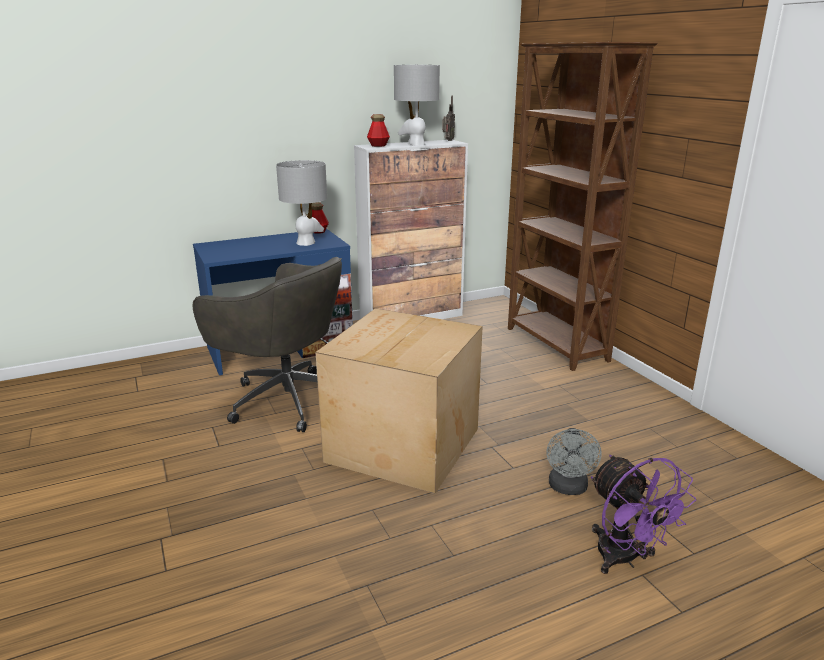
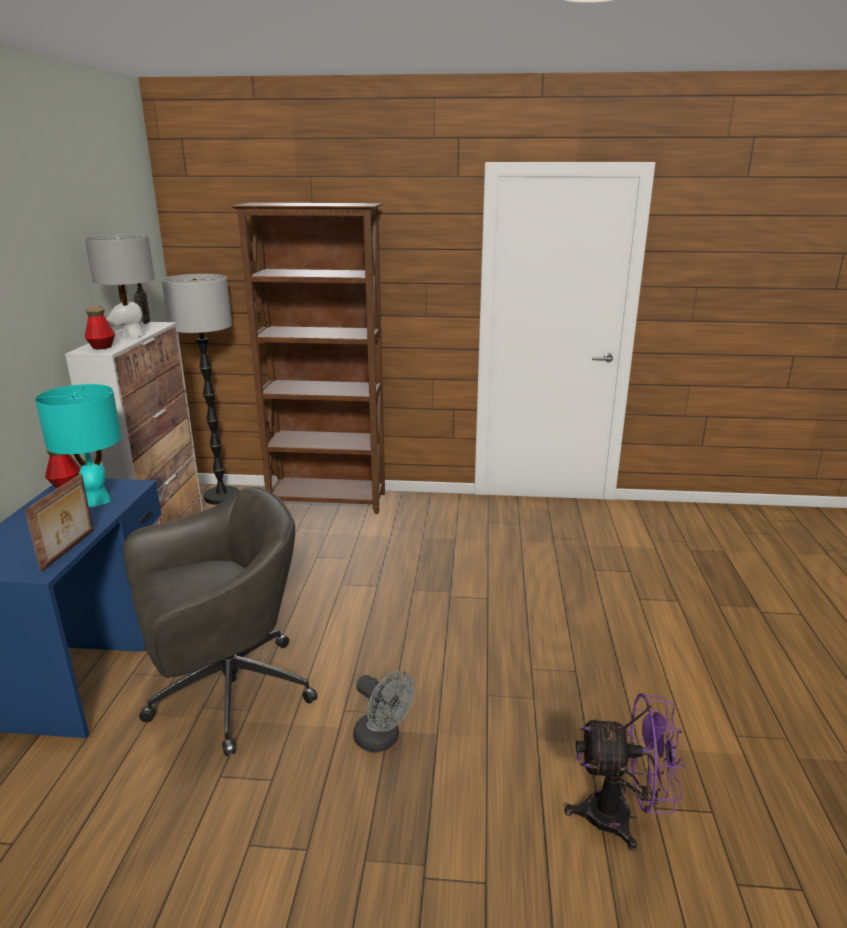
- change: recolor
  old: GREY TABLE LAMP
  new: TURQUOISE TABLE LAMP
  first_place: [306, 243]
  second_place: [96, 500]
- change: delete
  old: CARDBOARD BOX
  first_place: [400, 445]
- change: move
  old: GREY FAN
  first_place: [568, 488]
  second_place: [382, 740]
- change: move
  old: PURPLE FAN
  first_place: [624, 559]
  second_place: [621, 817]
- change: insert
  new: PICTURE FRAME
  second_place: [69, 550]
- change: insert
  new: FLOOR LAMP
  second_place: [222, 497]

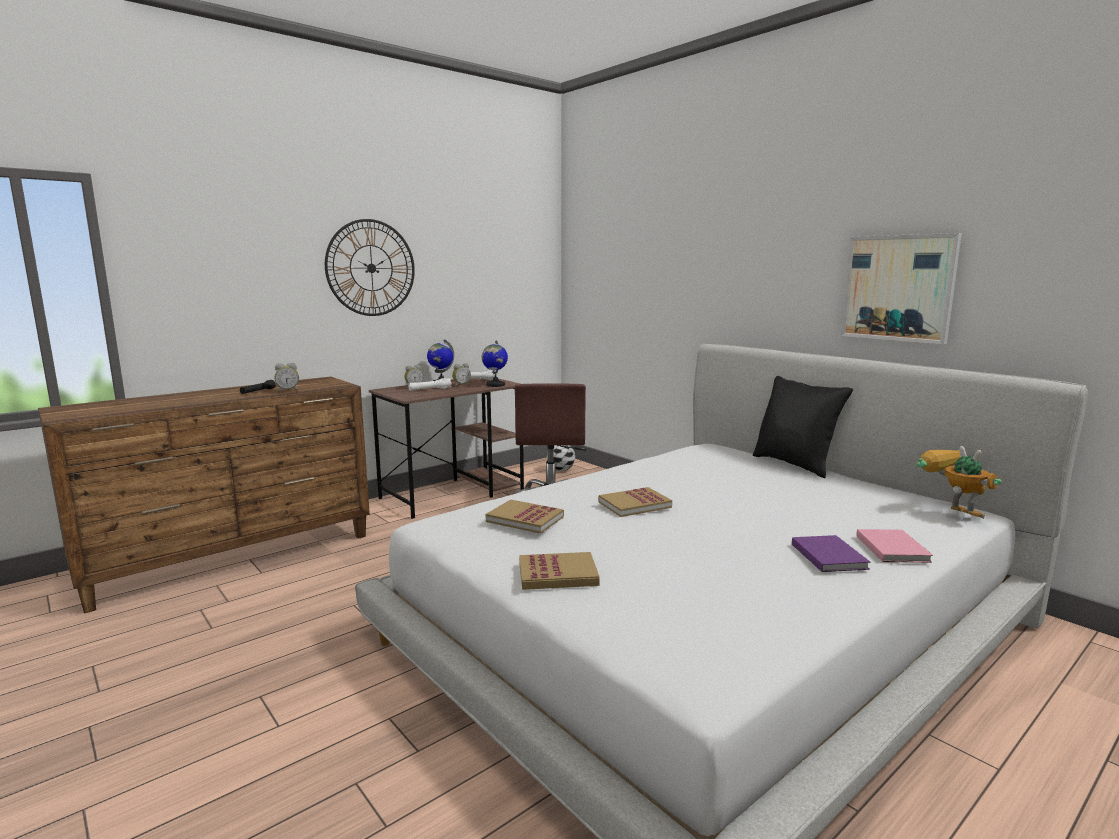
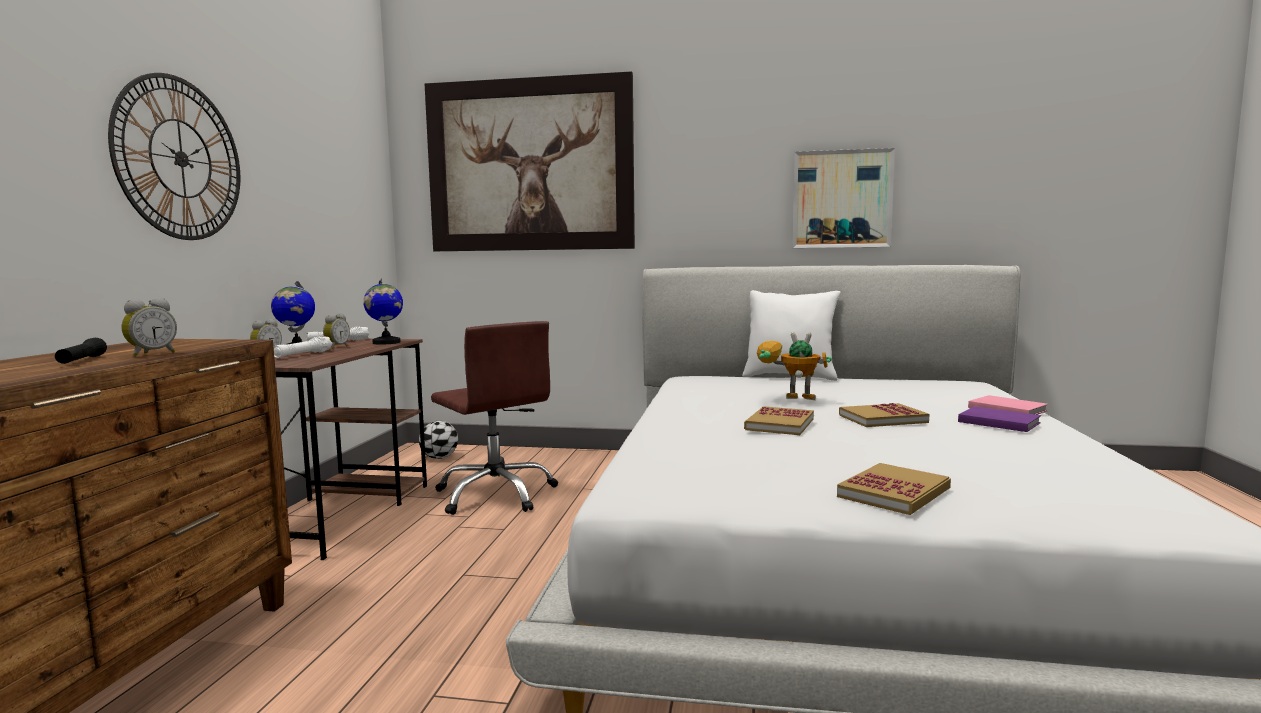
- change: move
  old: BOOK
  first_place: [525, 519]
  second_place: [882, 419]
- change: recolor
  old: BLACK PILLOW
  new: WHITE PILLOW
  first_place: [795, 464]
  second_place: [789, 377]
- change: move
  old: TOY ROBOT
  first_place: [949, 513]
  second_place: [787, 401]
- change: insert
  new: PICTURE
  second_place: [530, 166]

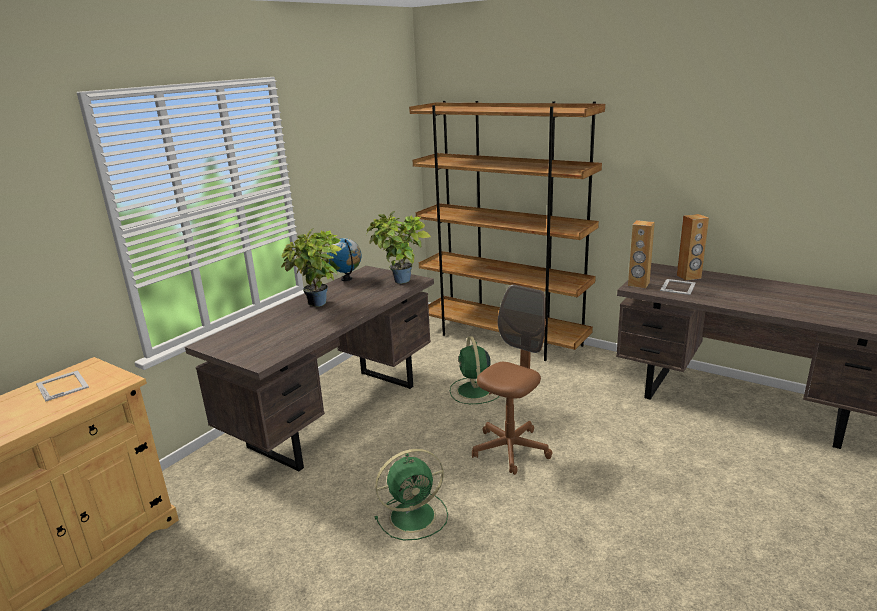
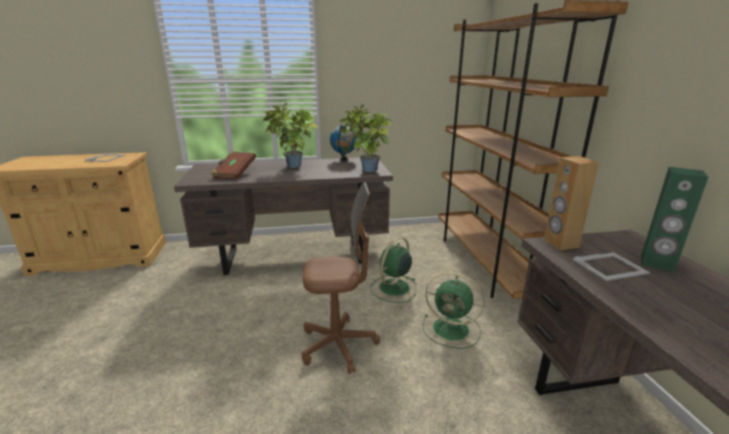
- change: move
  old: GREEN FAN
  first_place: [414, 515]
  second_place: [452, 329]
- change: recolor
  old: BROWN SPEAKER
  new: GREEN SPEAKER
  first_place: [689, 277]
  second_place: [657, 263]
- change: insert
  new: BROWN BOOK
  second_place: [234, 173]

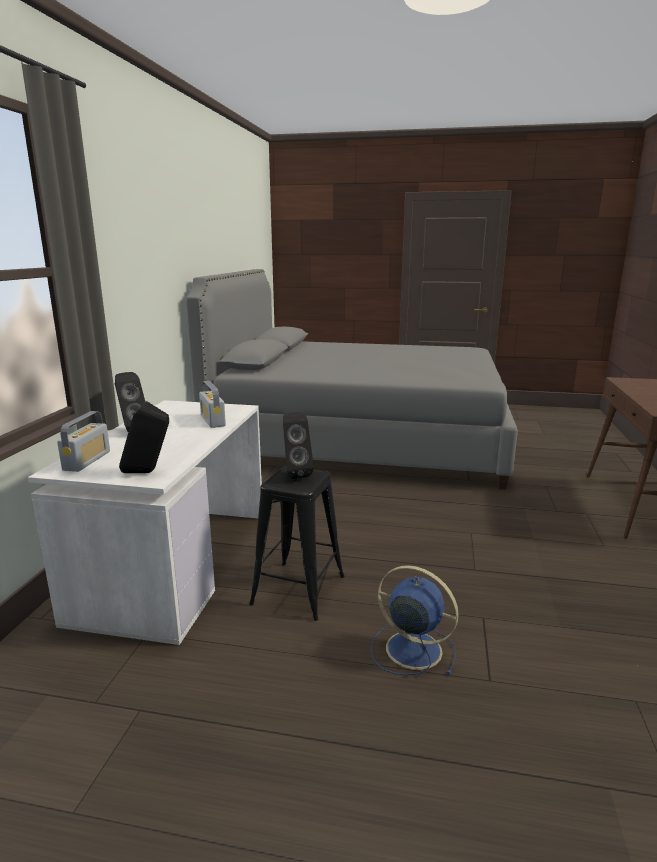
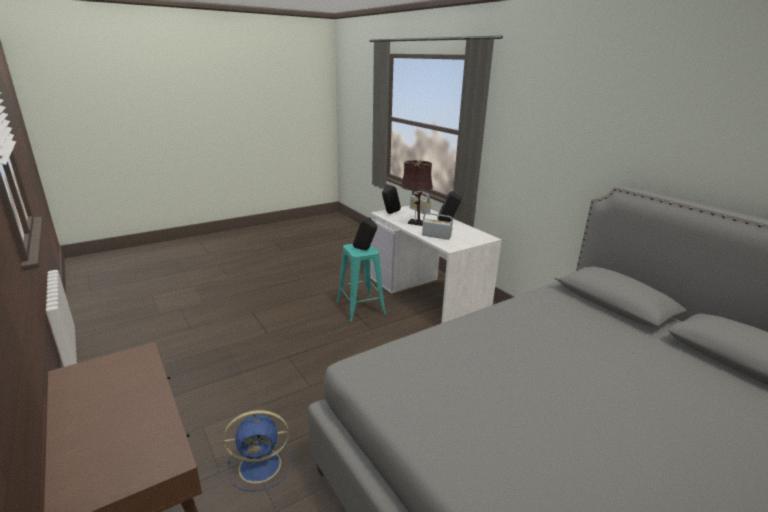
- change: recolor
  old: BLACK STOOL
  new: TURQUOISE STOOL
  first_place: [298, 590]
  second_place: [360, 307]
- change: move
  old: BLUE FAN
  first_place: [411, 649]
  second_place: [262, 465]
- change: insert
  new: BROWN TABLE LAMP
  second_place: [415, 223]

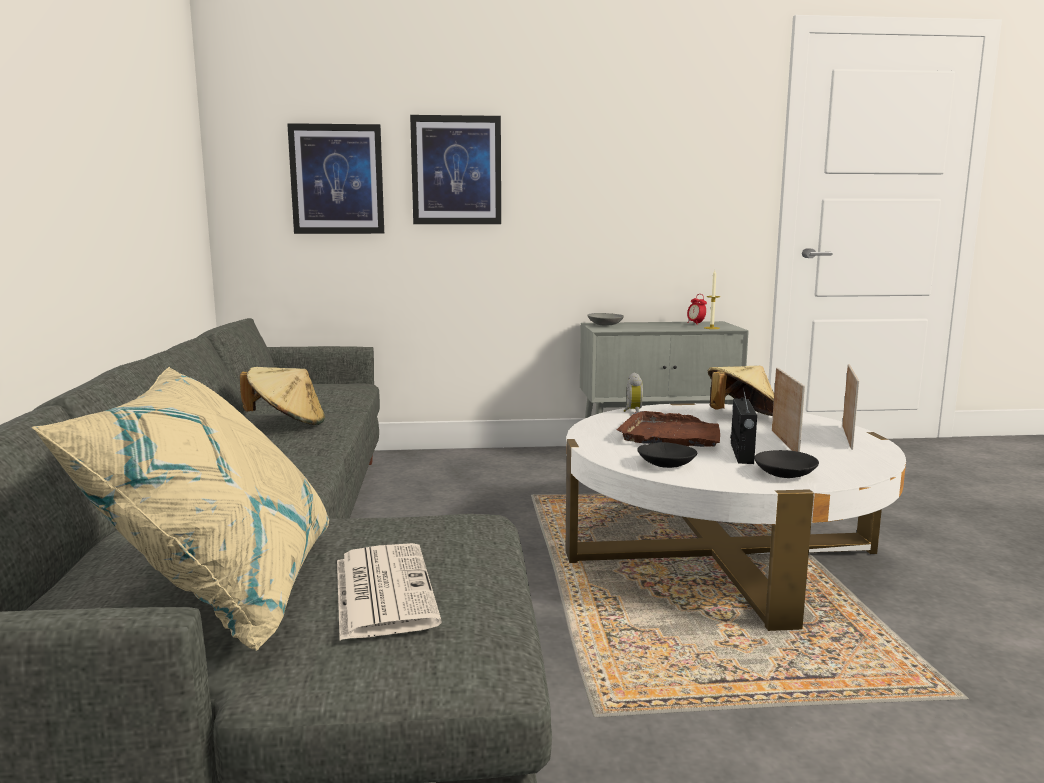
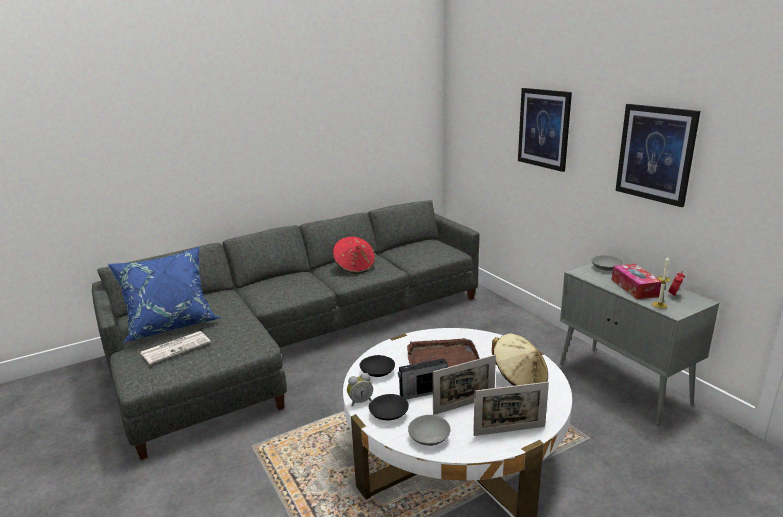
- change: recolor
  old: BEIGE PILLOW
  new: BLUE PILLOW
  first_place: [222, 592]
  second_place: [171, 324]
- change: recolor
  old: BEIGE HAT
  new: RED HAT
  first_place: [287, 423]
  second_place: [354, 267]
- change: move
  old: PICTURE
  first_place: [337, 179]
  second_place: [655, 153]
- change: move
  old: ALARM CLOCK
  first_place: [632, 412]
  second_place: [360, 401]
- change: insert
  new: GREY BOWL
  second_place: [429, 437]
- change: insert
  new: TISSUE BOX
  second_place: [634, 288]

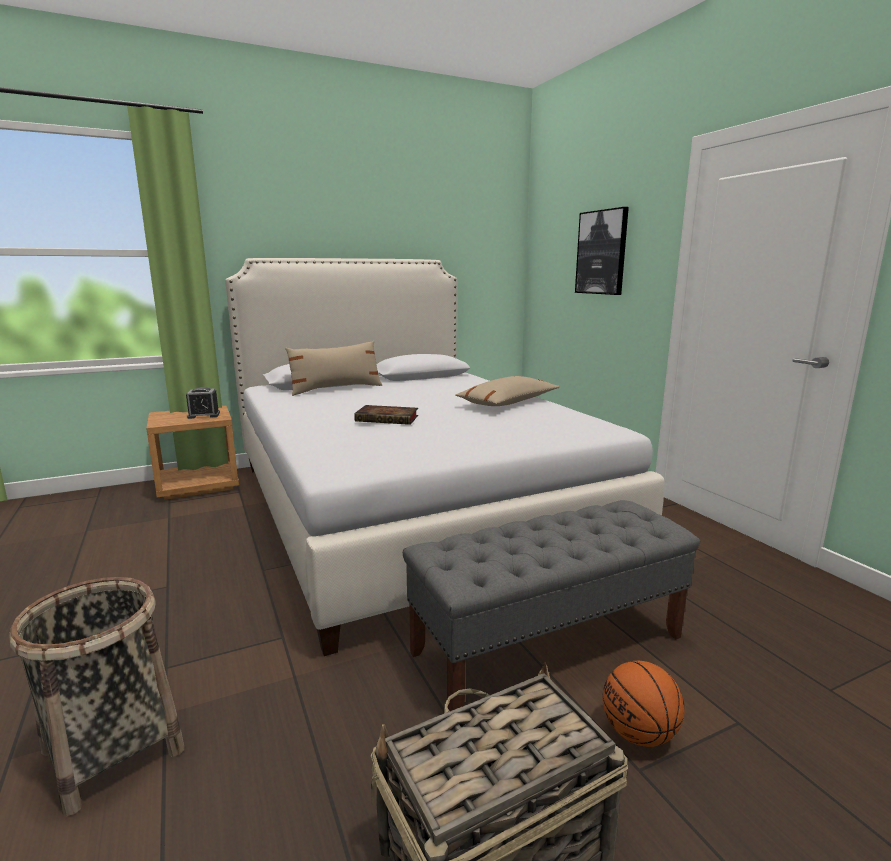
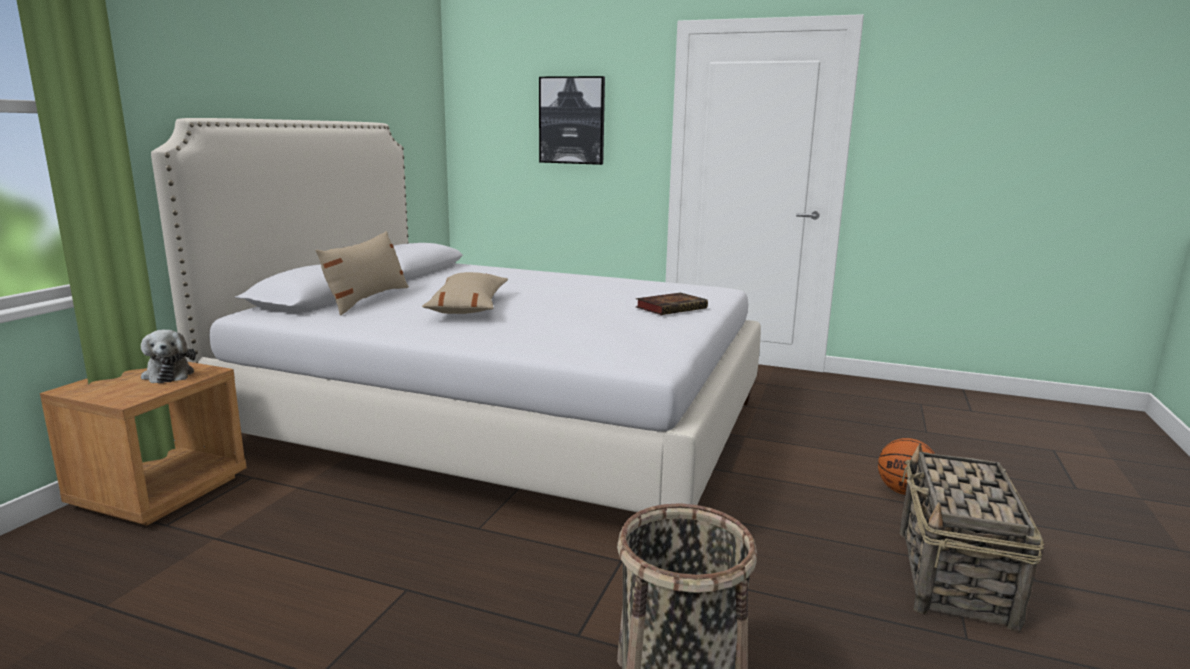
- change: replace
  old: ALARM CLOCK
  new: PLUSH TOY
  first_place: [204, 415]
  second_place: [168, 374]
- change: move
  old: BOOK
  first_place: [389, 419]
  second_place: [672, 308]
- change: delete
  old: GREY BENCH
  first_place: [548, 644]
- change: move
  old: BEIGE PILLOW
  first_place: [508, 403]
  second_place: [468, 307]

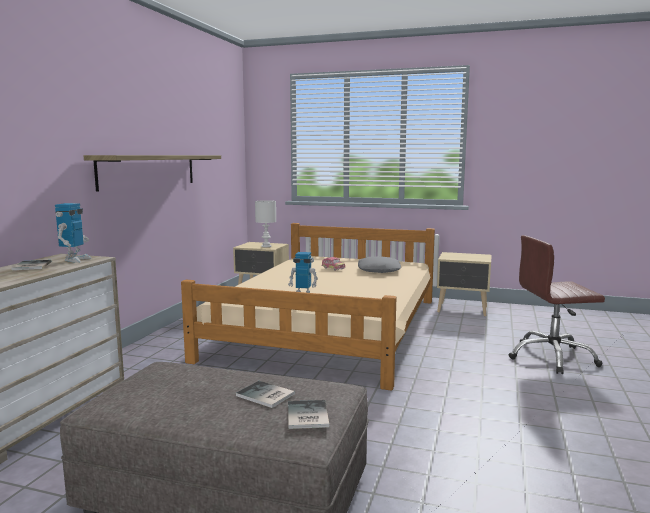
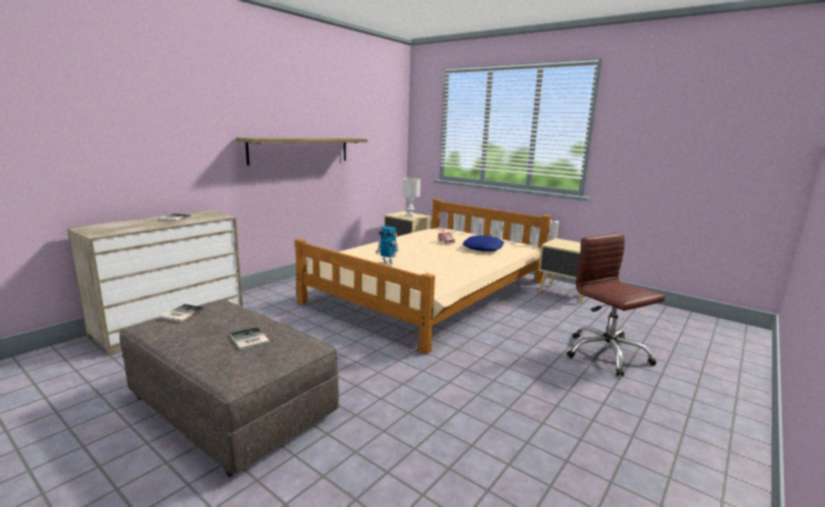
- change: delete
  old: TOY ROBOT
  first_place: [75, 260]
- change: move
  old: BOOK
  first_place: [306, 416]
  second_place: [181, 314]
- change: recolor
  old: GREY PILLOW
  new: BLUE PILLOW
  first_place: [379, 270]
  second_place: [483, 248]
- change: rotate
  old: BROWN OFFICE CHAIR
  first_place: [552, 357]
  second_place: [606, 354]
  degrees: 45

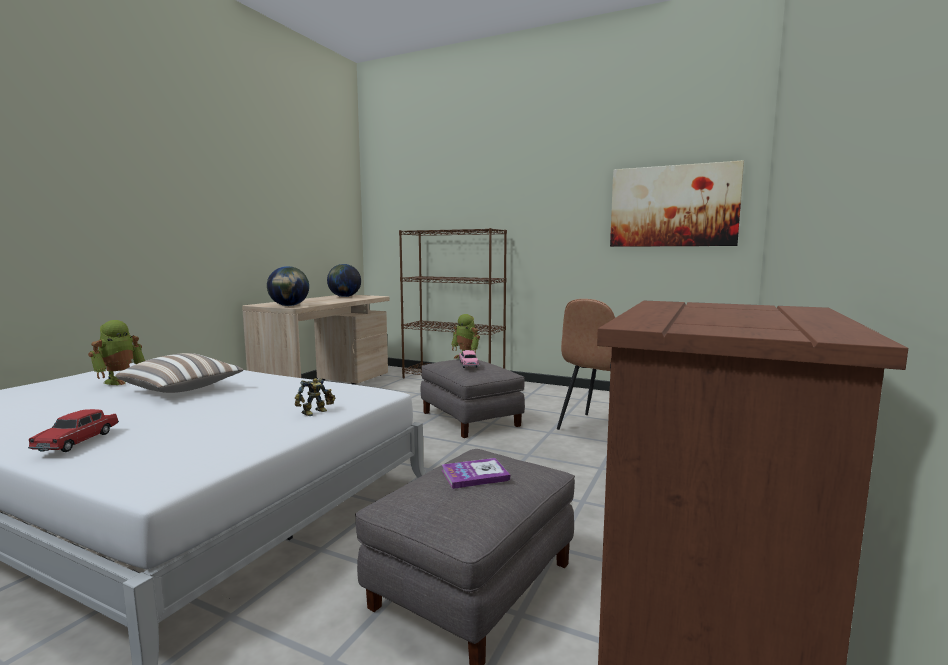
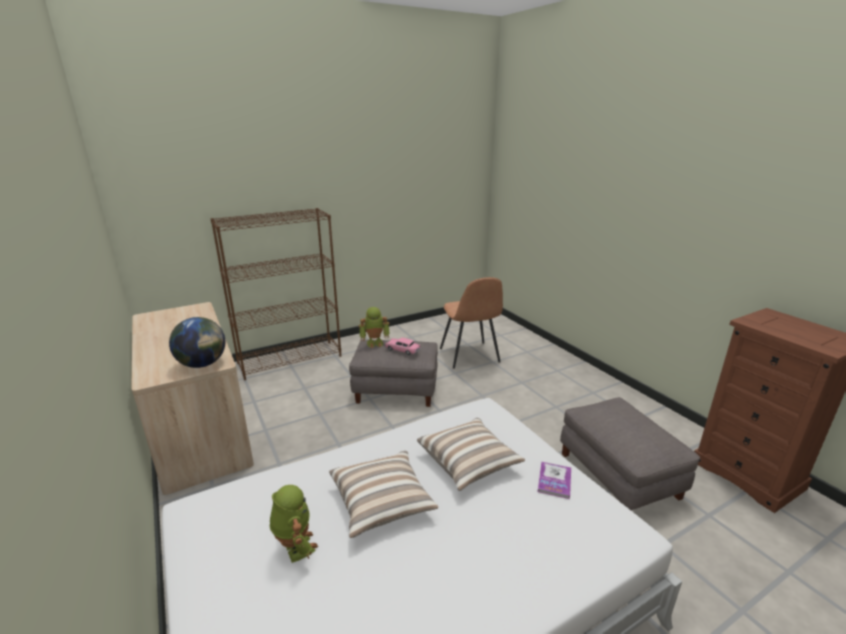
- change: delete
  old: RED TOY CAR
  first_place: [77, 441]
- change: delete
  old: TOY ROBOT
  first_place: [316, 412]
- change: delete
  old: GLOBE
  first_place: [344, 296]
- change: move
  old: BOOK
  first_place: [475, 475]
  second_place: [554, 481]
- change: delete
  old: PICTURE
  first_place: [673, 206]
- change: insert
  new: PILLOW
  second_place: [469, 463]

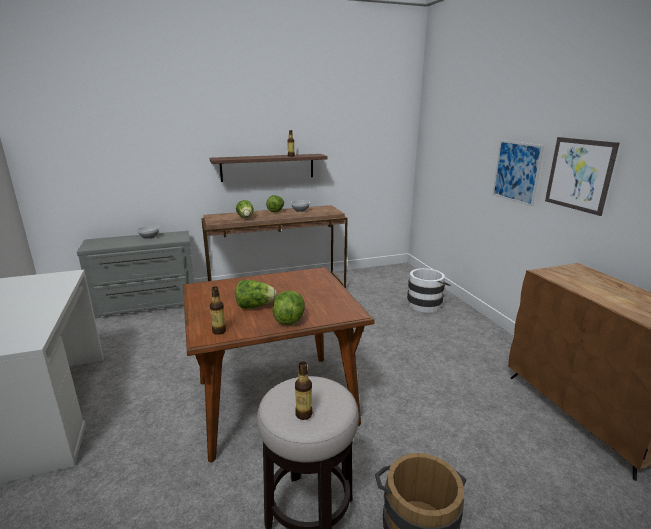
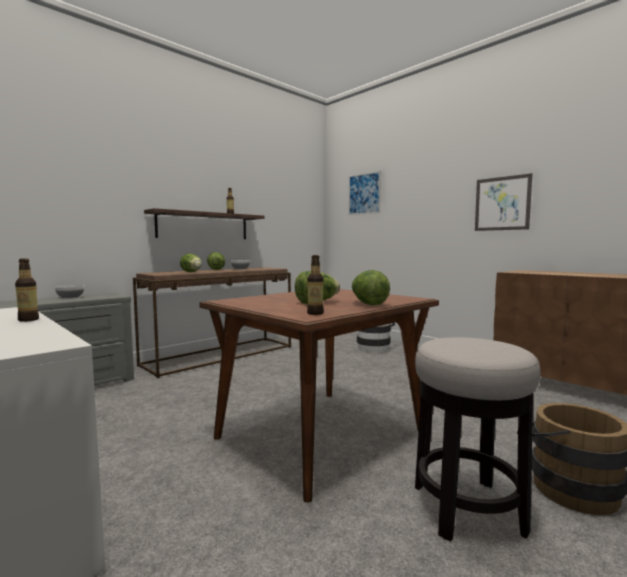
- change: move
  old: BOTTLE
  first_place: [303, 414]
  second_place: [28, 320]
- change: move
  old: PICTURE
  first_place: [516, 172]
  second_place: [364, 193]

